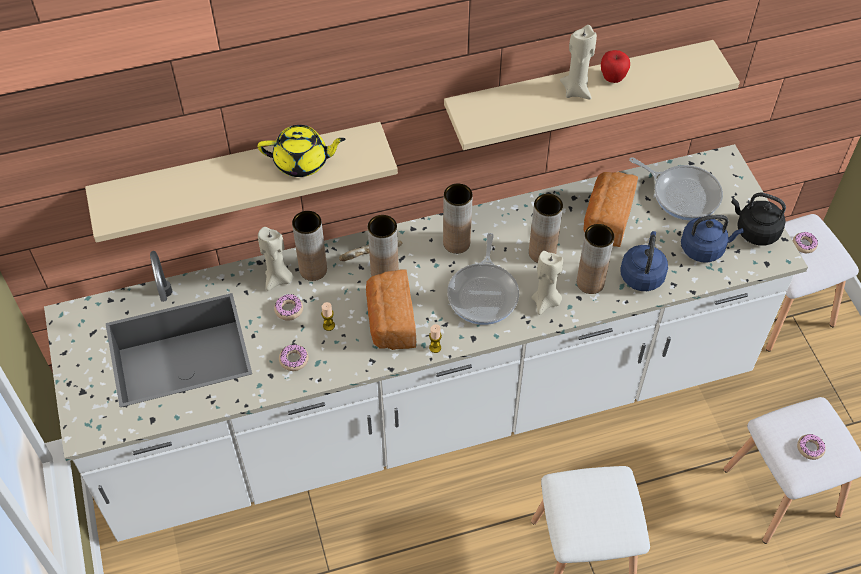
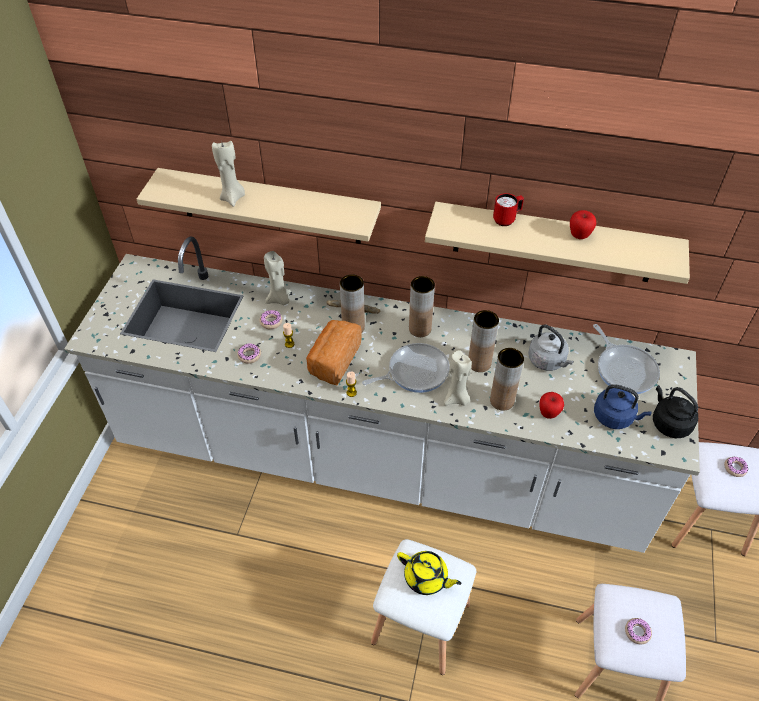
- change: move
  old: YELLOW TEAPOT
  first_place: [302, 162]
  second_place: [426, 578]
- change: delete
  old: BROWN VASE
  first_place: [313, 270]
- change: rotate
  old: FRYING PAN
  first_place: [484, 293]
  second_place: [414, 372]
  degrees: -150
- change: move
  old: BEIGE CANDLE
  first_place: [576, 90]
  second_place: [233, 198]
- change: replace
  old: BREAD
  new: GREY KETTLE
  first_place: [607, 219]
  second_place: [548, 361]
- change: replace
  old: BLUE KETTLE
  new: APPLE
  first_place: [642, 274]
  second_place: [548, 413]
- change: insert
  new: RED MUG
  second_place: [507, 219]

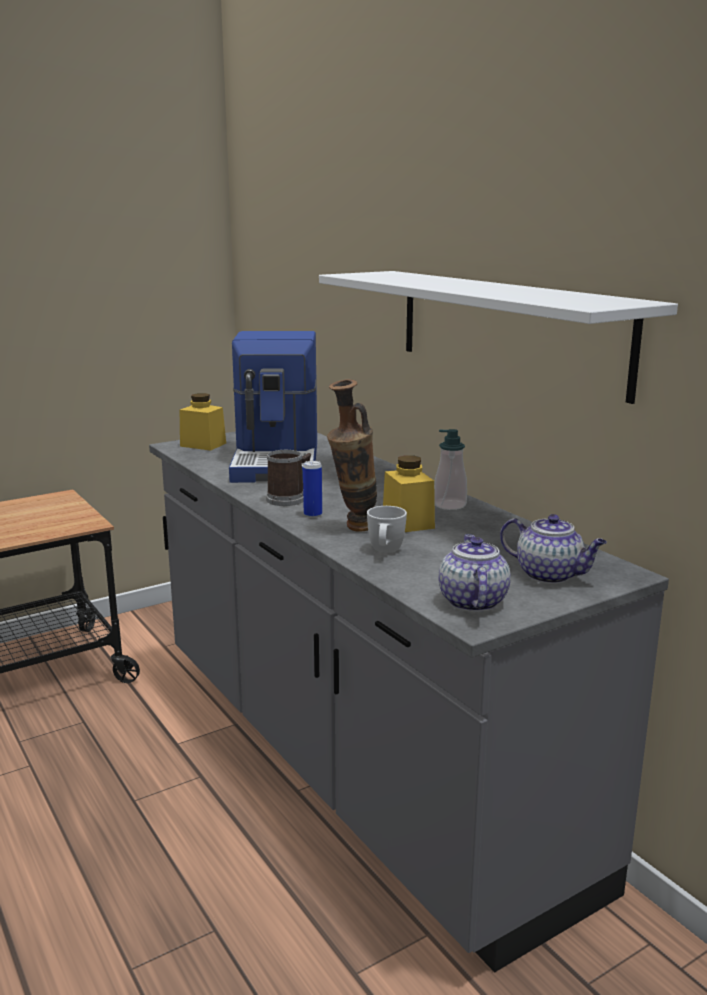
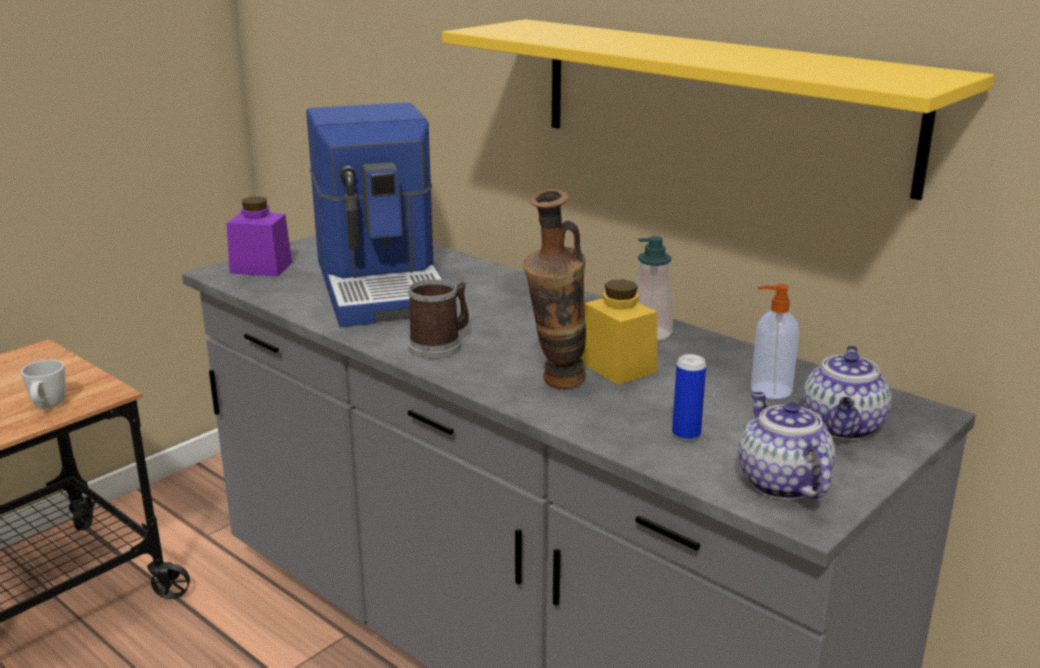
- change: recolor
  old: YELLOW JAR
  new: PURPLE JAR
  first_place: [203, 445]
  second_place: [261, 268]
- change: move
  old: CAN
  first_place: [313, 515]
  second_place: [686, 434]
- change: recolor
  old: WHITE SHELF
  new: YELLOW SHELF
  first_place: [507, 329]
  second_place: [719, 101]
- change: move
  old: WHITE MUG
  first_place: [385, 552]
  second_place: [47, 407]
- change: rotate
  old: TEAPOT
  first_place: [550, 575]
  second_place: [843, 428]
  degrees: 90
- change: insert
  new: SOAP DISPENSER
  second_place: [769, 390]

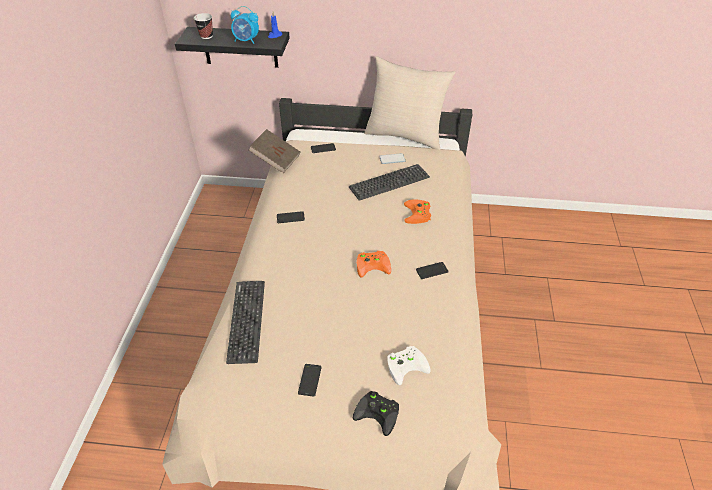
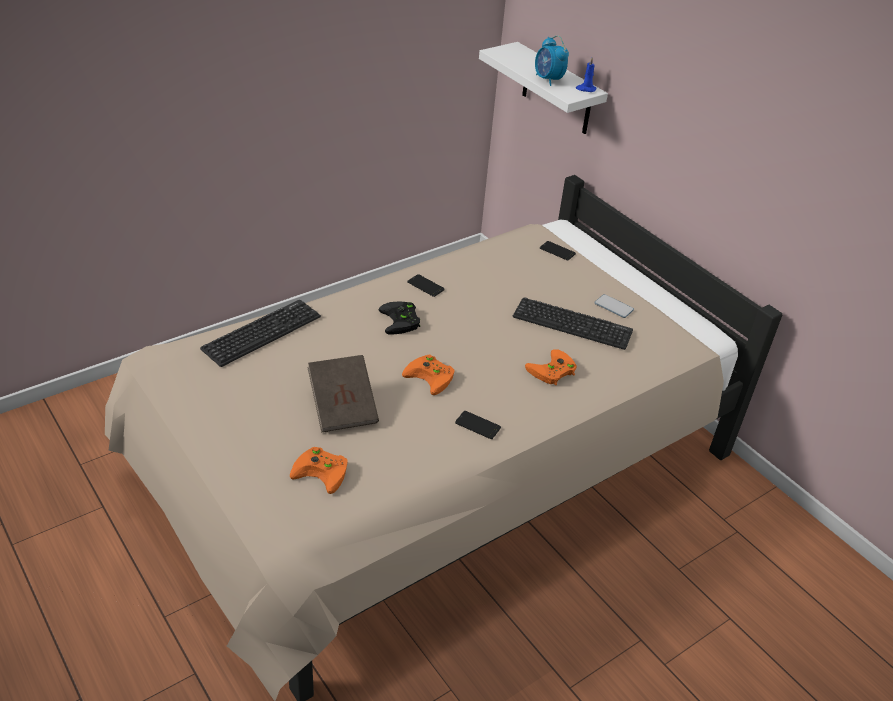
- change: recolor
  old: BLACK SHELF
  new: WHITE SHELF
  first_place: [240, 47]
  second_place: [557, 90]
- change: delete
  old: CUP
  first_place: [206, 36]
- change: move
  old: BROWN BOOK
  first_place: [276, 160]
  second_place: [343, 407]
- change: delete
  old: PHONE
  first_place: [310, 380]
- change: move
  old: BLACK GAME CONTROLLER
  first_place: [379, 413]
  second_place: [401, 321]
- change: delete
  old: BEIGE PILLOW
  first_place: [405, 135]
- change: recolor
  old: WHITE GAME CONTROLLER
  new: ORANGE GAME CONTROLLER
  first_place: [407, 365]
  second_place: [323, 471]

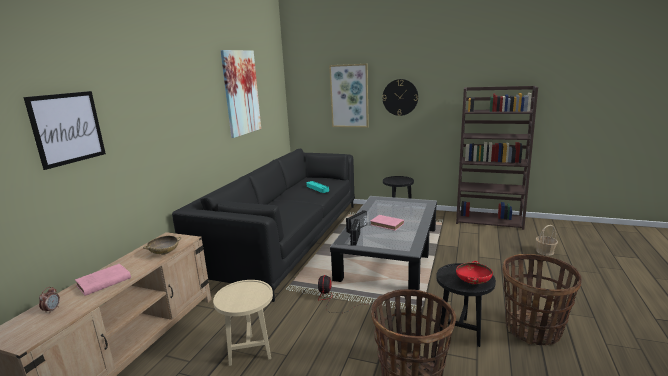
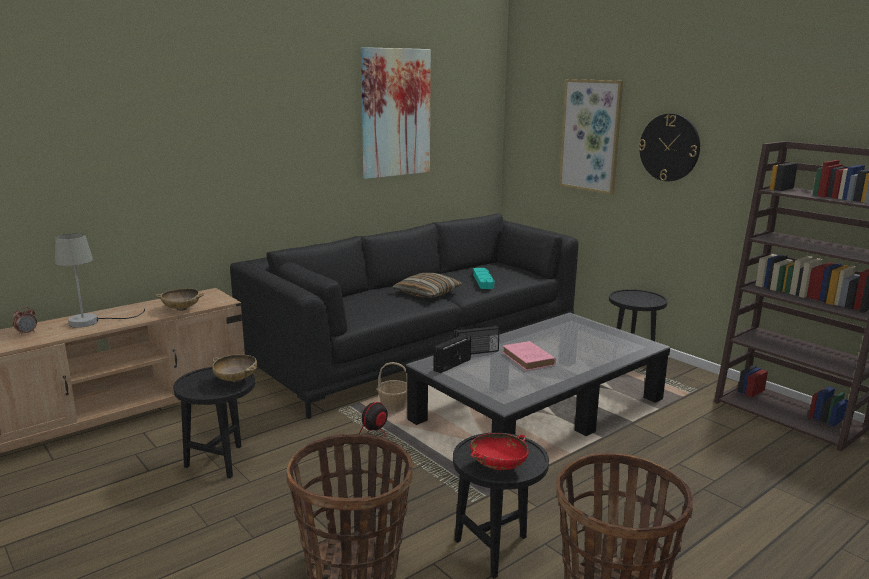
- change: delete
  old: PICTURE
  first_place: [67, 128]
- change: replace
  old: PINK BOOK
  new: GREY TABLE LAMP
  first_place: [102, 282]
  second_place: [93, 321]
- change: recolor
  old: BEIGE SIDE TABLE
  new: BLACK SIDE TABLE
  first_place: [250, 350]
  second_place: [222, 460]
- change: move
  old: BASKET
  first_place: [544, 251]
  second_place: [393, 406]
- change: insert
  new: BEIGE BOWL
  second_place: [236, 380]
- change: insert
  new: PILLOW
  second_place: [427, 293]

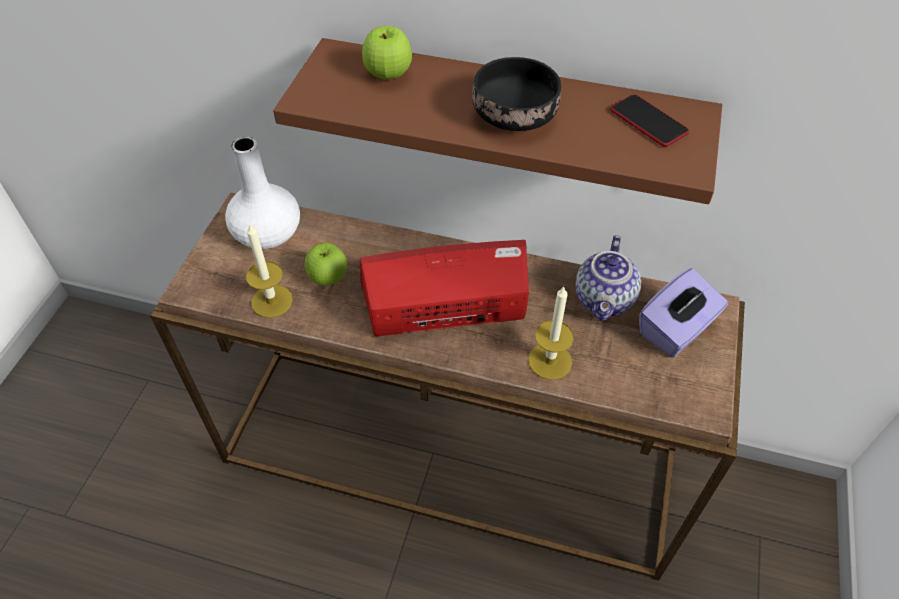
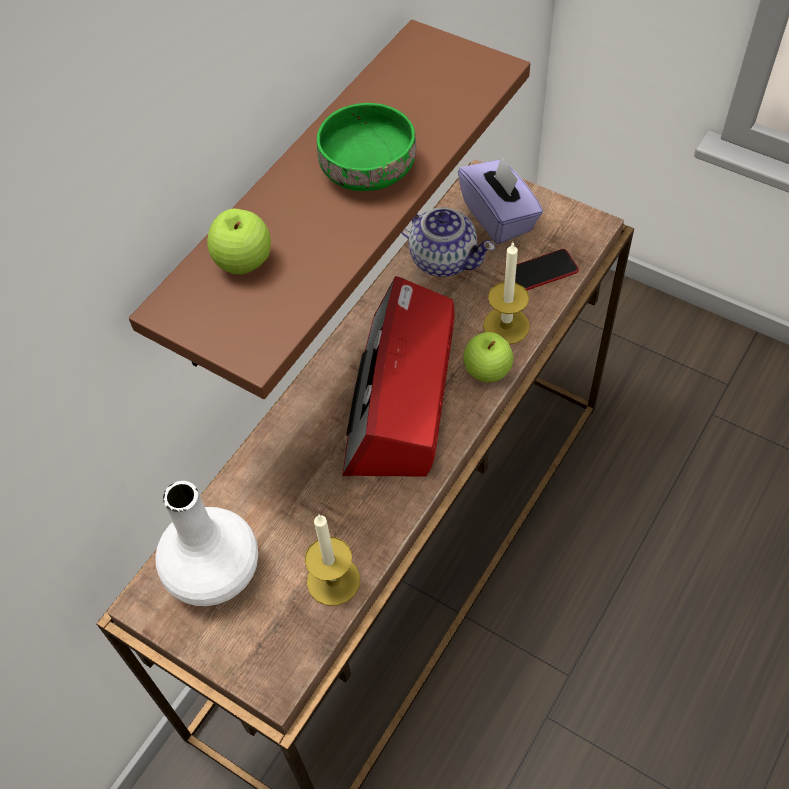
- change: move
  old: APPLE
  first_place: [328, 278]
  second_place: [487, 371]
- change: recolor
  old: BLACK BOWL
  new: GREEN BOWL
  first_place: [517, 115]
  second_place: [368, 167]
- change: move
  old: PHONE
  first_place: [648, 121]
  second_place: [542, 271]

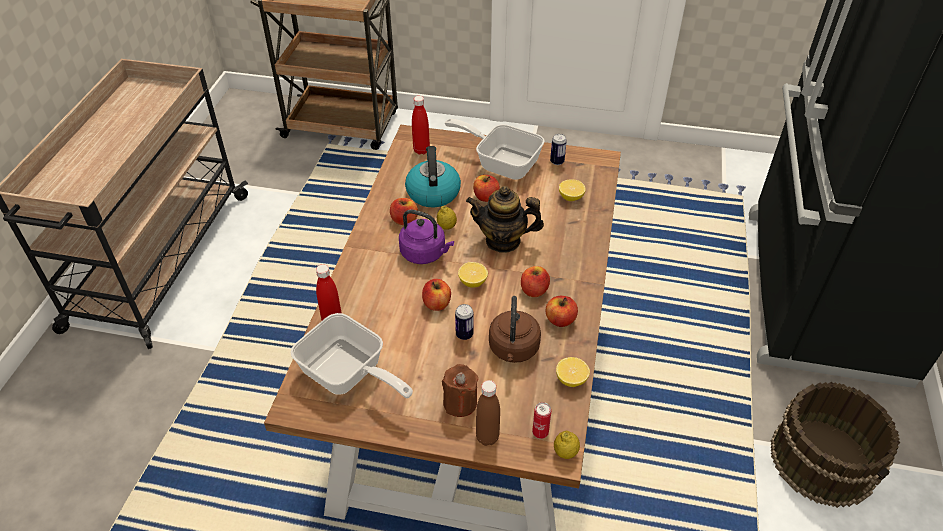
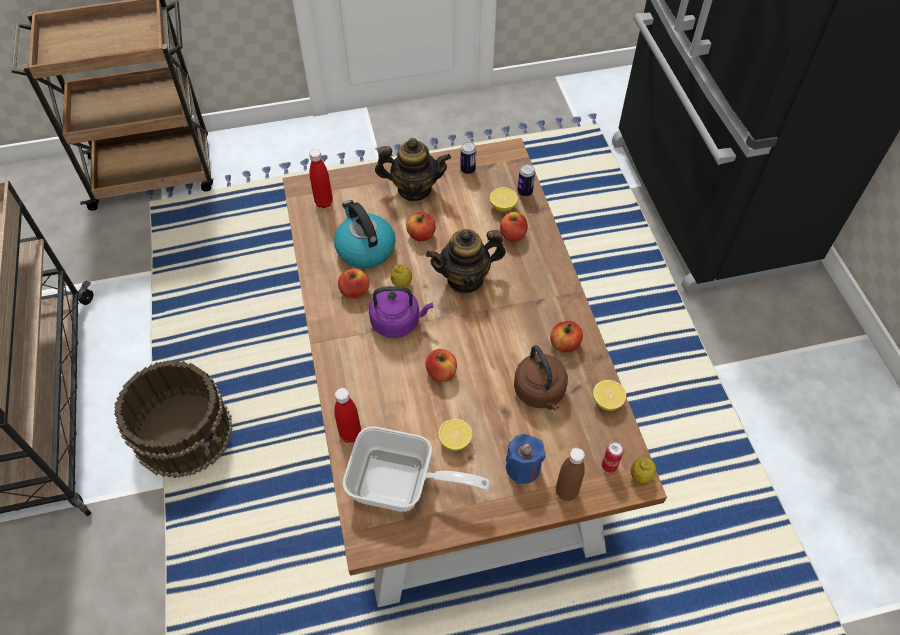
- change: recolor
  old: BROWN CANDLE
  new: BLUE CANDLE
  first_place: [460, 403]
  second_place: [523, 467]
- change: replace
  old: FRYING PAN
  new: TEAPOT
  first_place: [501, 162]
  second_place: [414, 189]
- change: move
  old: CAN
  first_place: [464, 334]
  second_place: [525, 192]
- change: move
  old: LEMON
  first_place: [472, 282]
  second_place: [455, 441]
- change: move
  old: APPLE
  first_place: [534, 290]
  second_place: [513, 235]
- change: move
  old: BROWN BUCKET
  first_place: [823, 459]
  second_place: [184, 431]

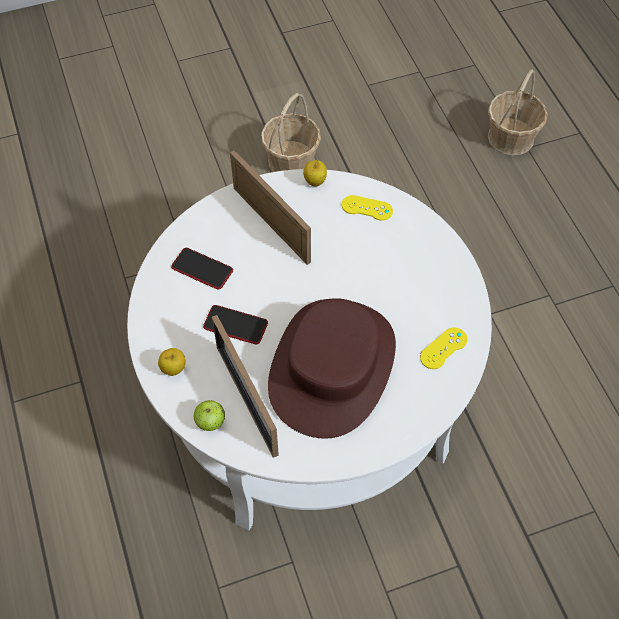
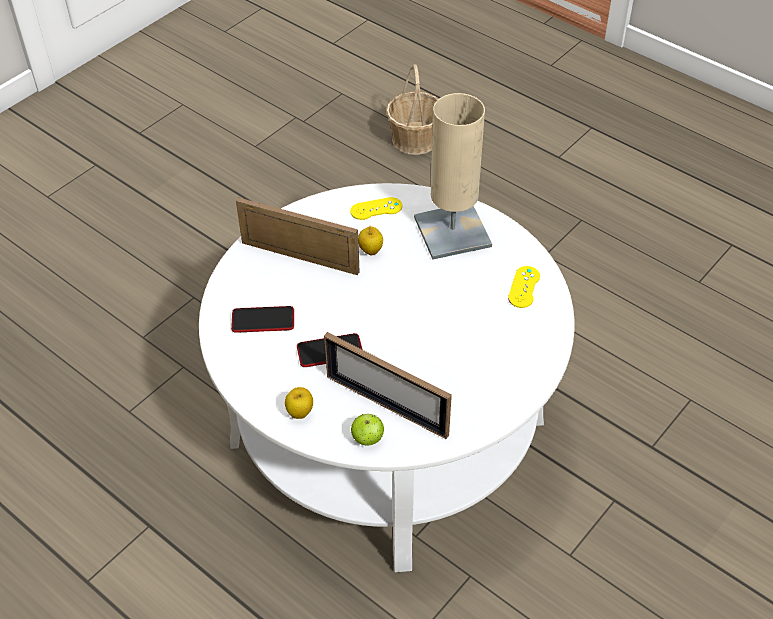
- change: delete
  old: BASKET
  first_place: [292, 160]
- change: delete
  old: BROWN HAT
  first_place: [333, 367]
- change: move
  old: APPLE
  first_place: [315, 182]
  second_place: [370, 251]
- change: insert
  new: BEIGE TABLE LAMP
  second_place: [452, 232]

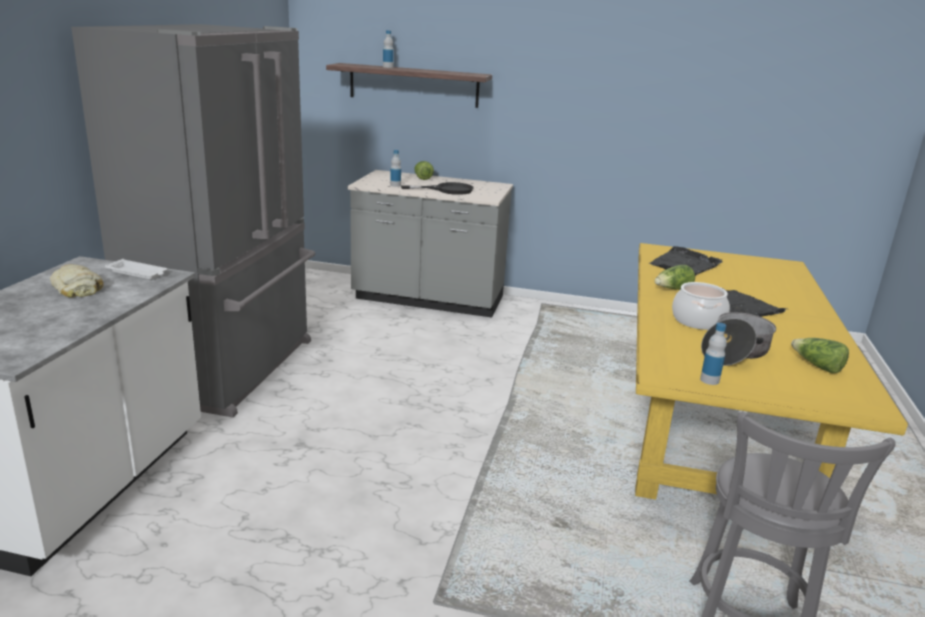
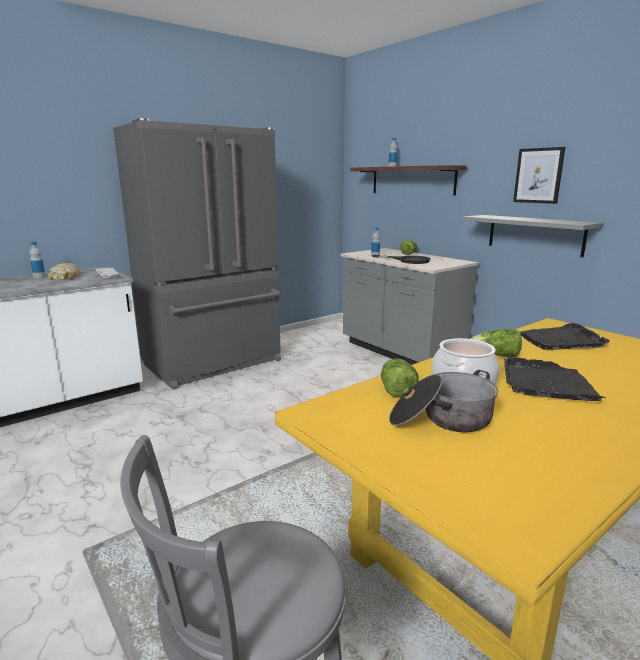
- change: move
  old: BOTTLE
  first_place: [709, 380]
  second_place: [39, 277]
- change: move
  old: LETTUCE
  first_place: [817, 366]
  second_place: [396, 389]
- change: insert
  new: GREY SHELF
  second_place: [535, 234]
- change: insert
  new: PICTURE
  second_place: [538, 175]

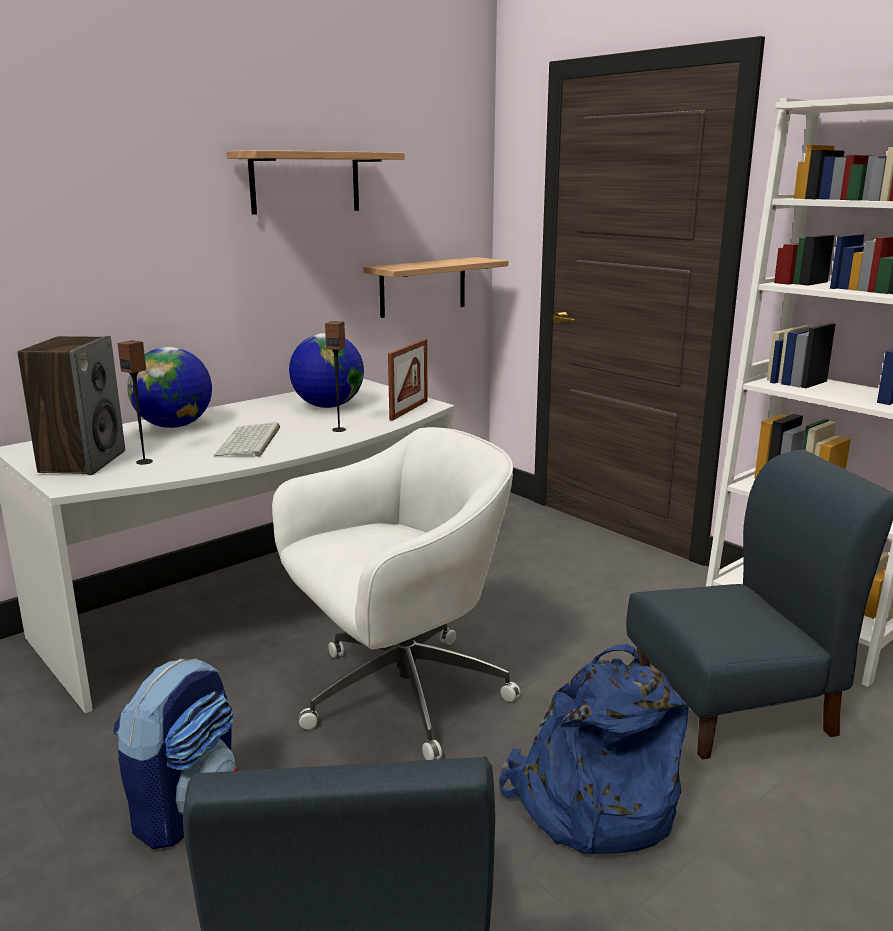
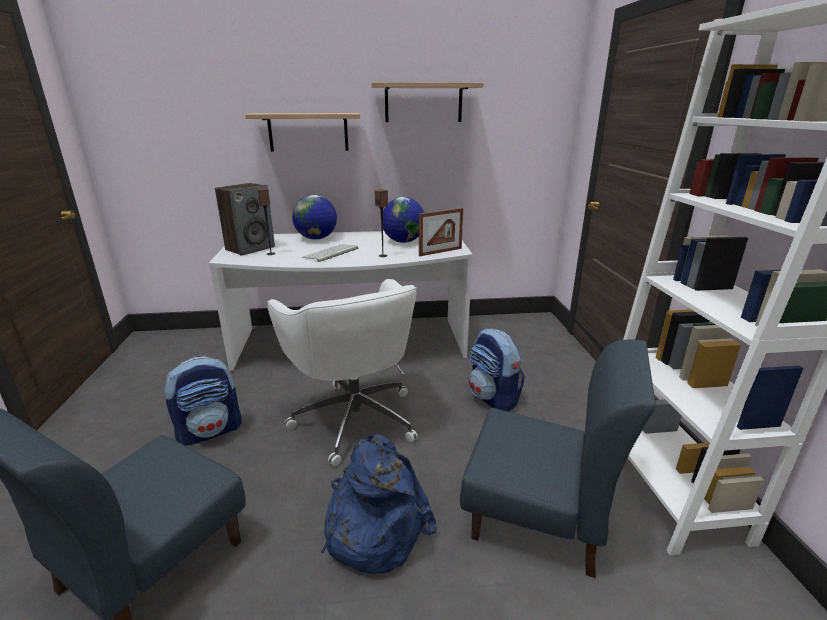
- change: rotate
  old: WHITE OFFICE CHAIR
  first_place: [398, 695]
  second_place: [354, 417]
  degrees: 60
- change: move
  old: SHELF
  first_place: [423, 287]
  second_place: [308, 132]
- change: insert
  new: BACKPACK
  second_place: [493, 398]

